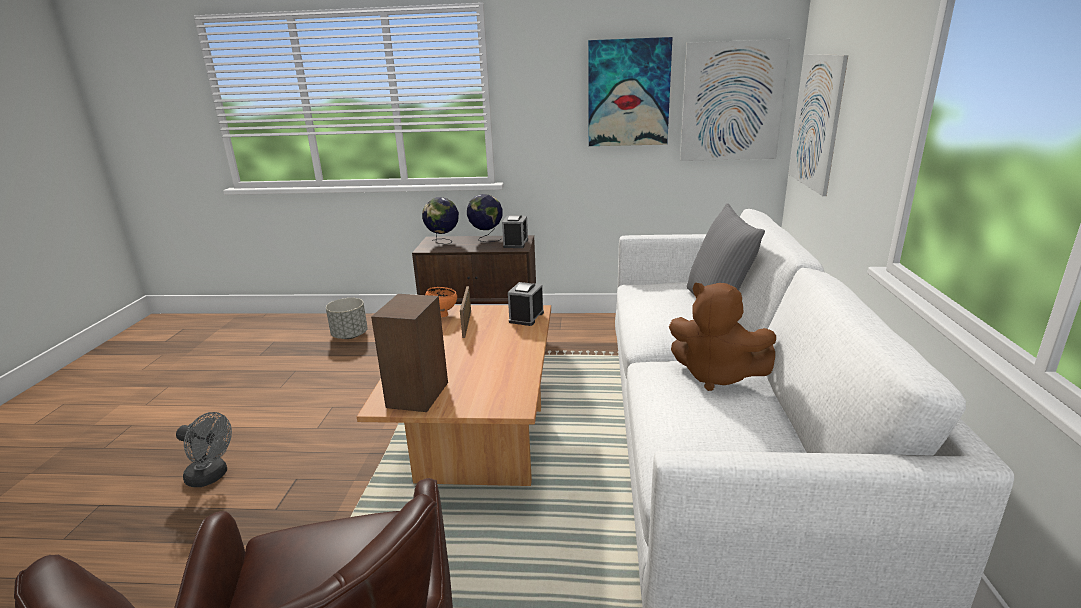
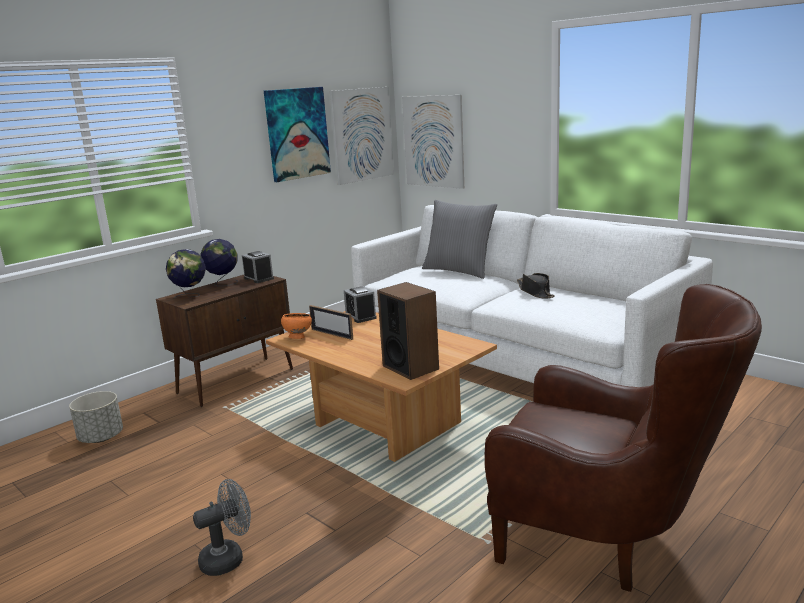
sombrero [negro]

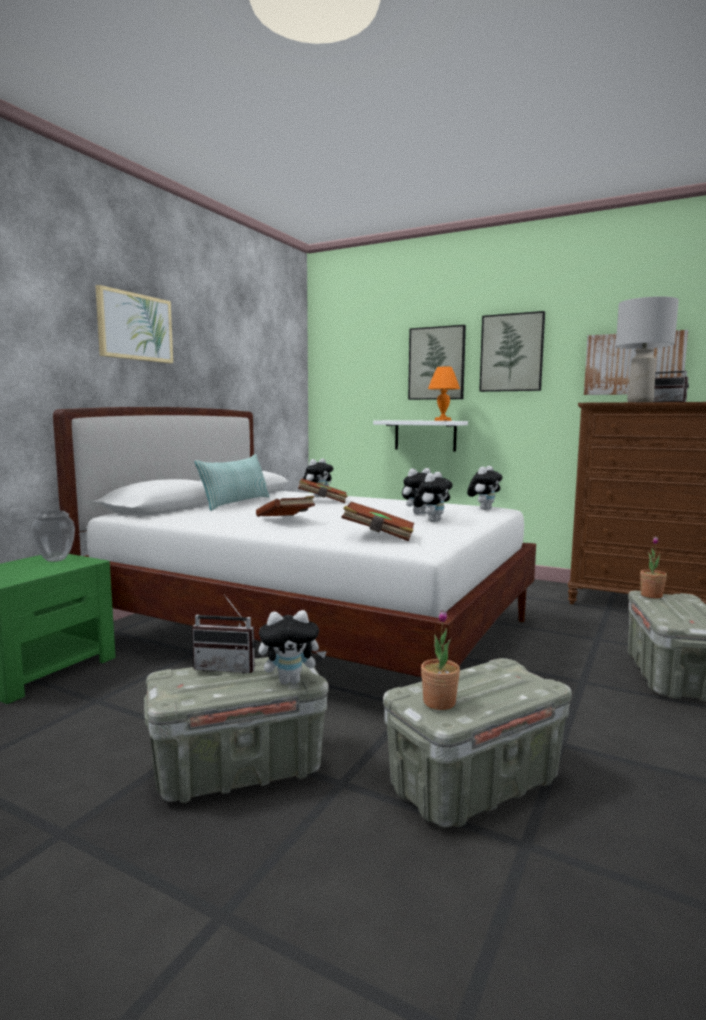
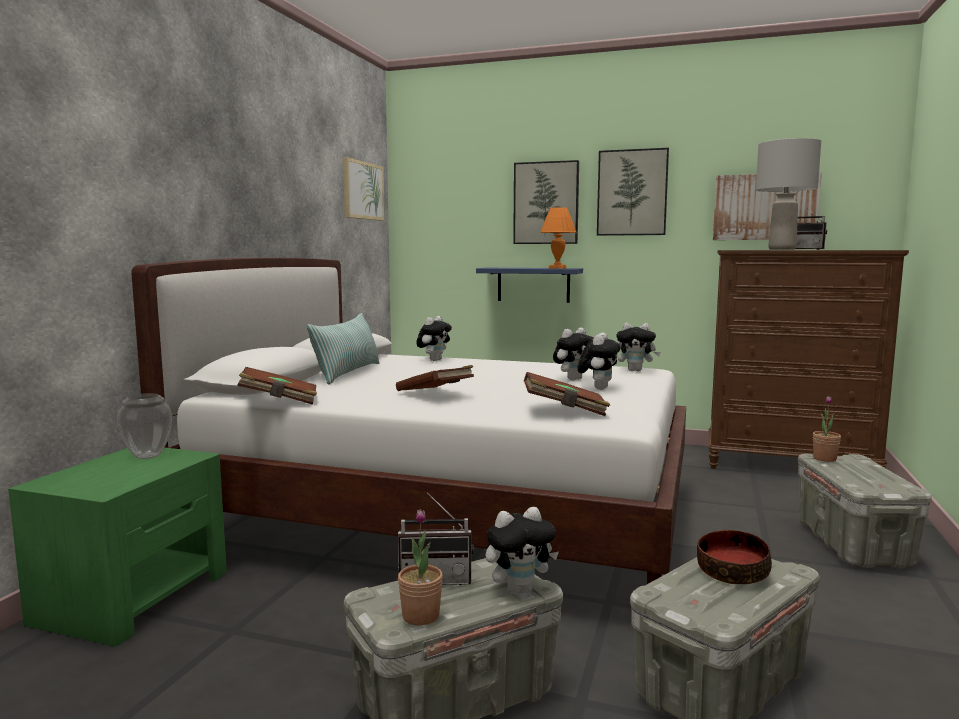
libro [marrón] (no. 1 from left)
cuadro (no. 1 from left)
planta en maceta (no. 1 from left)
estante [azul]
peluche (no. 5 from left)
cuenco

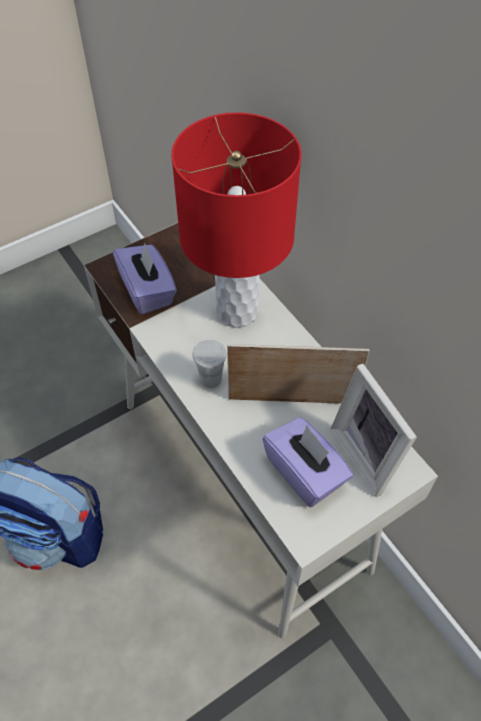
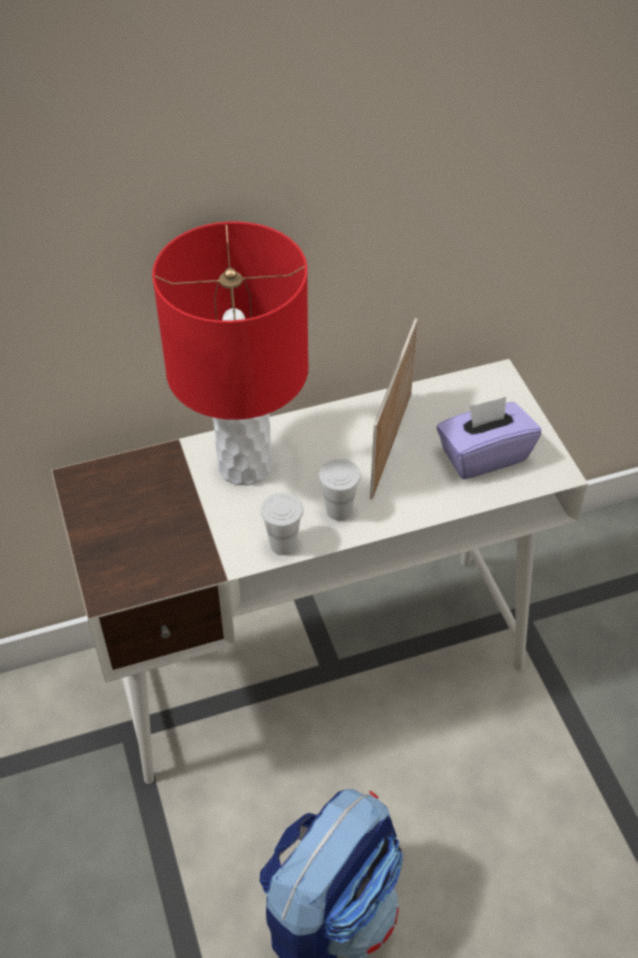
taza [blanco] (no. 1 from left)
caja de pañuelos [morado] (no. 1 from left in the first image)
portarretratos (no. 2 from left in the first image)

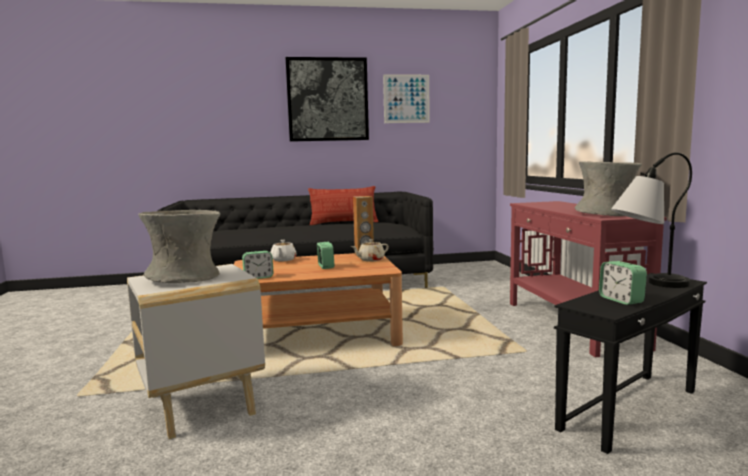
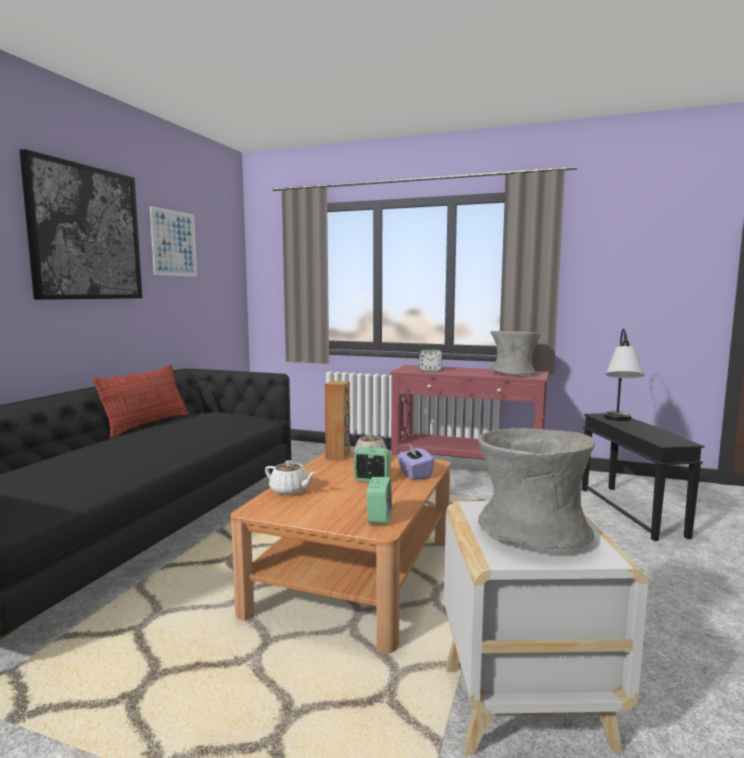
caja de pañuelos [morado]
despertador (no. 3 from left)

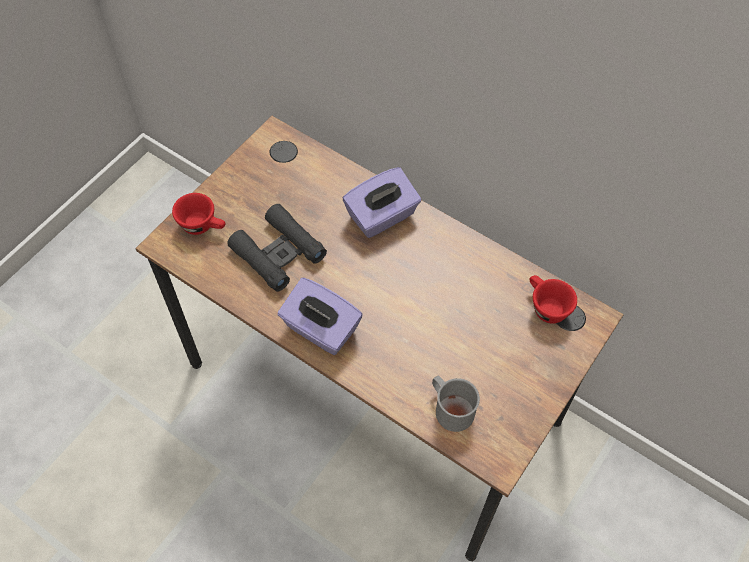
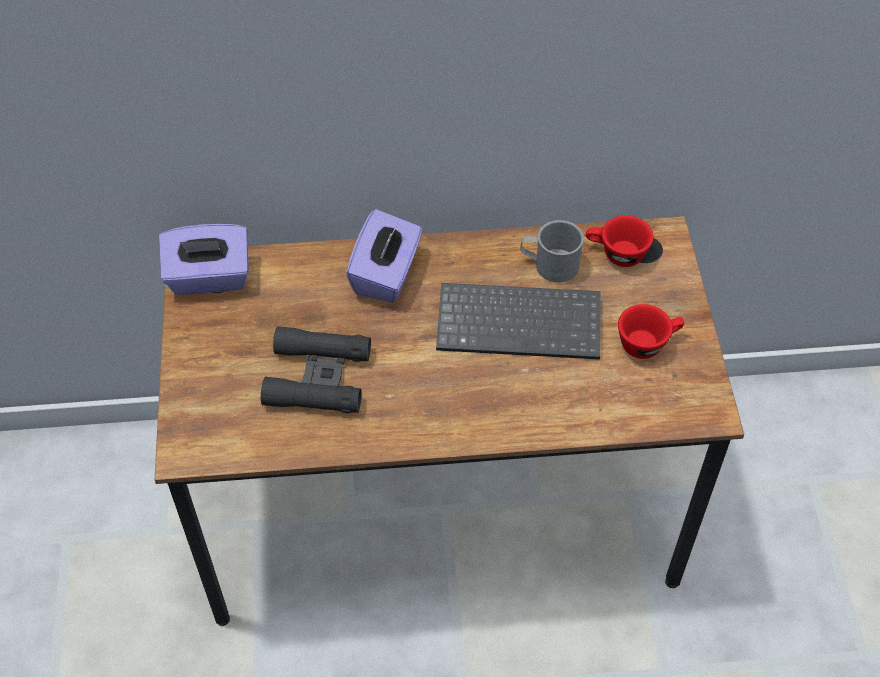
caja de pañuelos [morado] (no. 1 from left)
teclado
taza grande [gris]
taza [rojo] (no. 2 from left)

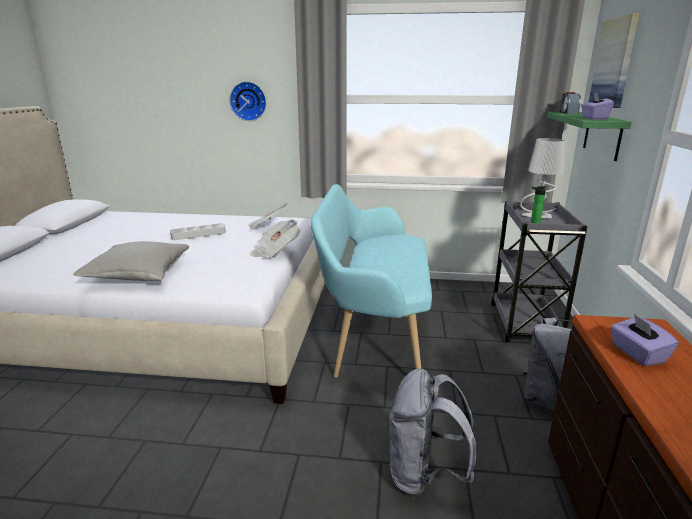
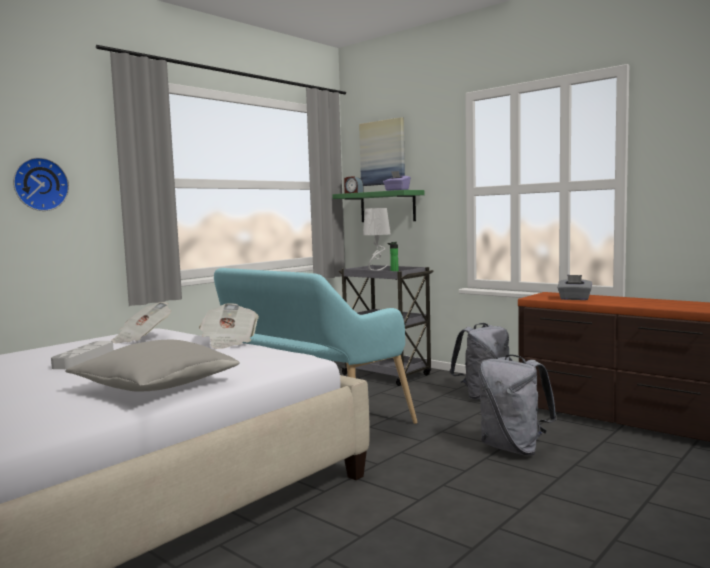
caja de pañuelos [gris]

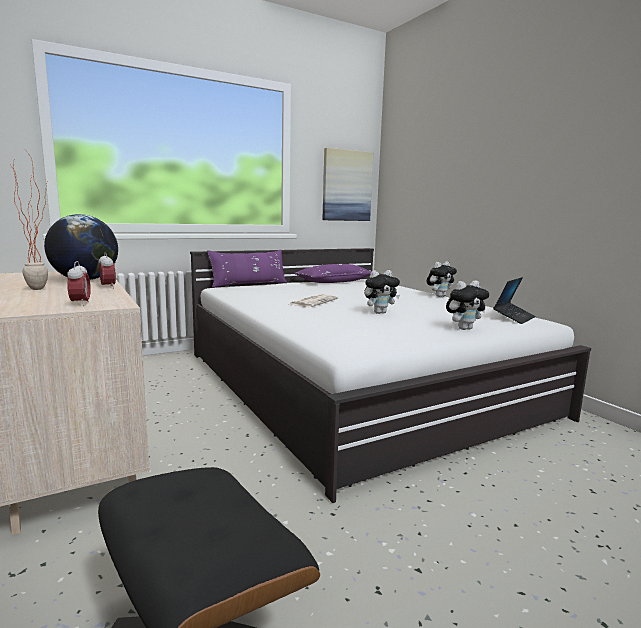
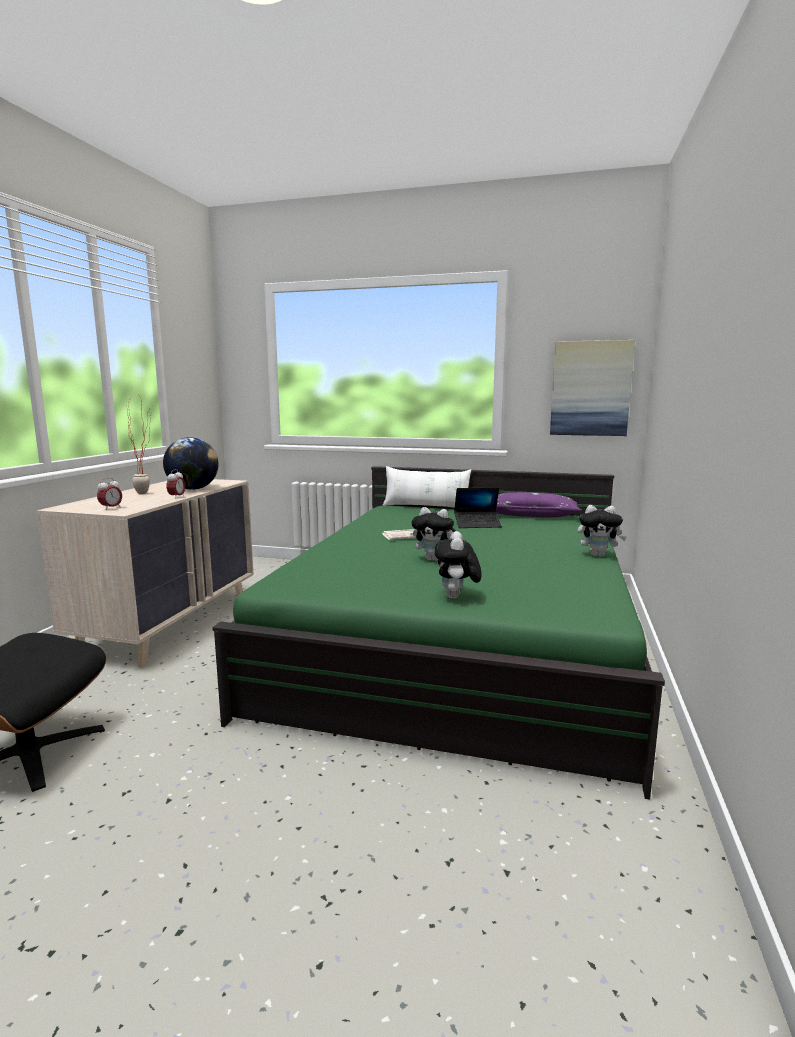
cama [verde]
cojín [blanco]
peluche (no. 2 from left)
portátil

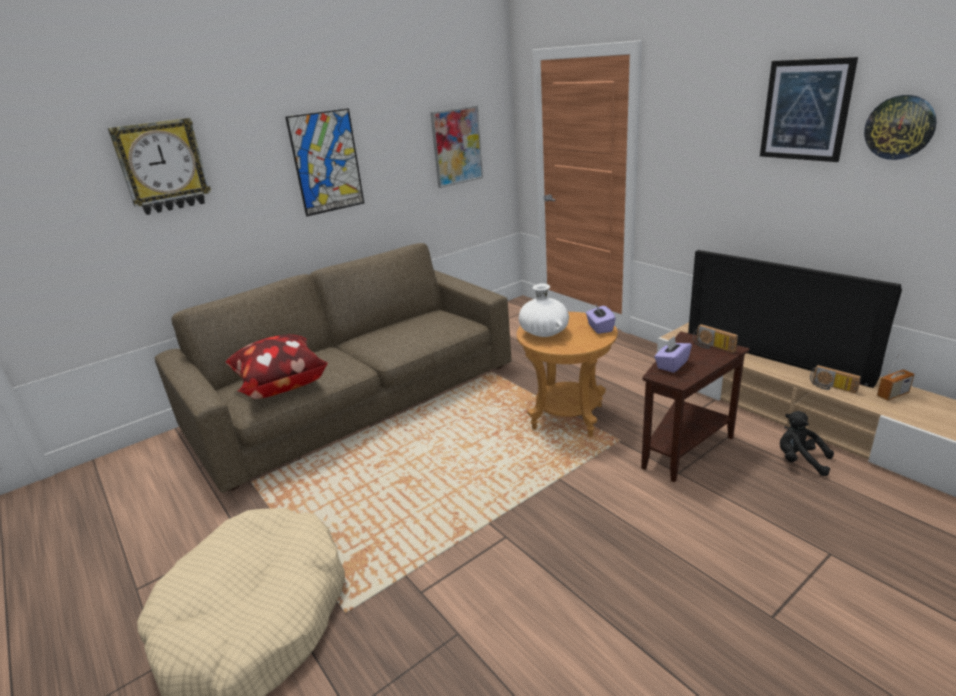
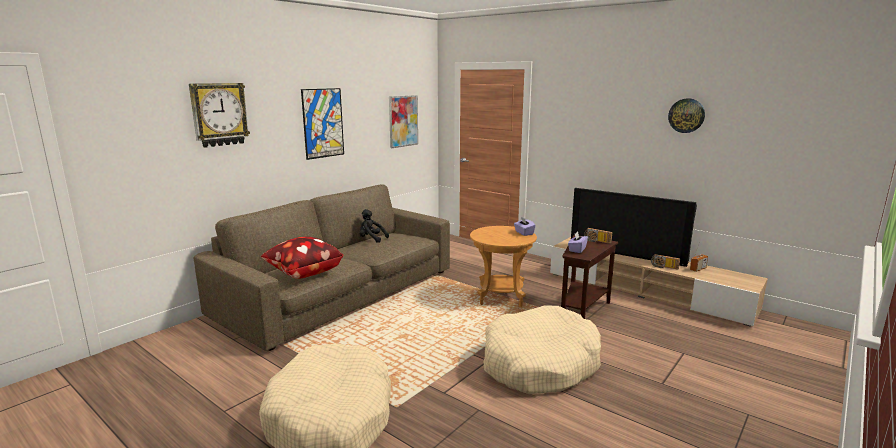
peluche [negro]
cama para perro [beis] (no. 2 from left)
florero [blanco]
cuadro (no. 3 from left in the first image)

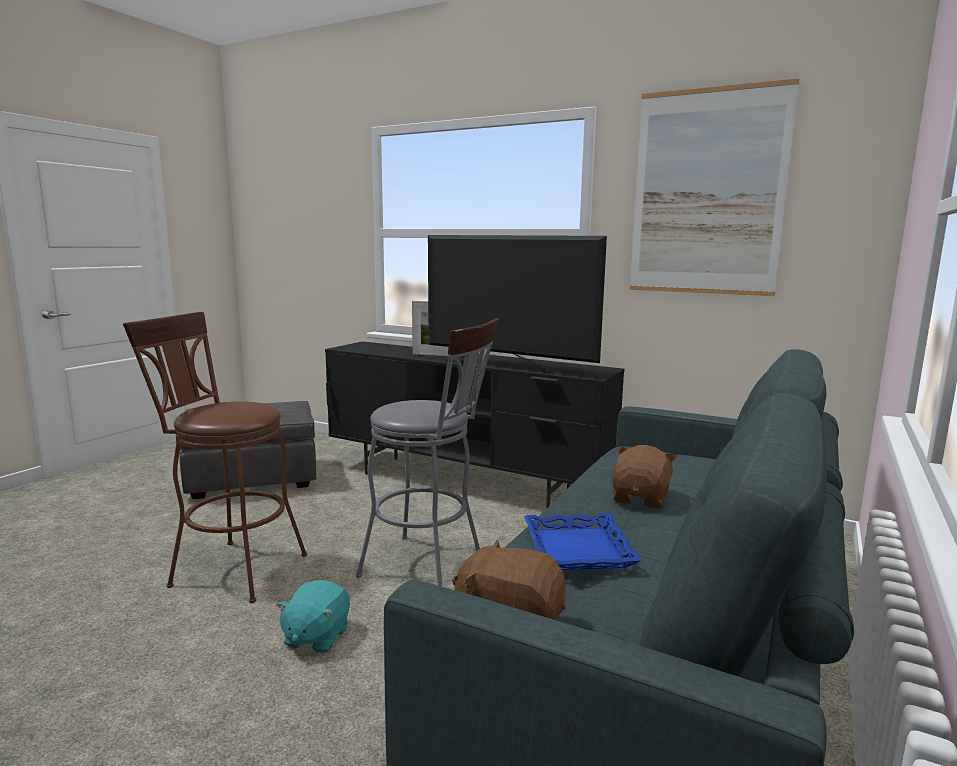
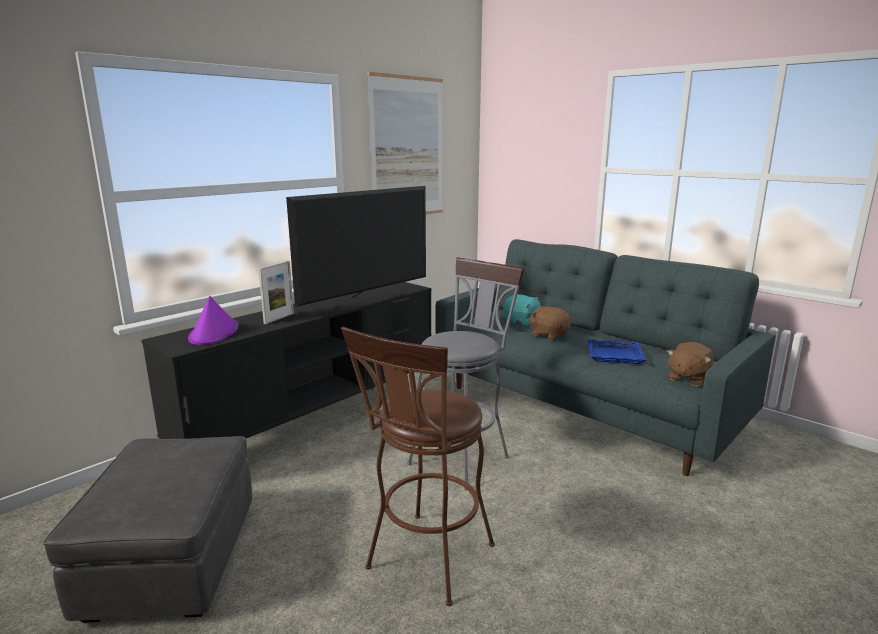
sombrero [morado]
peluche [turquesa]

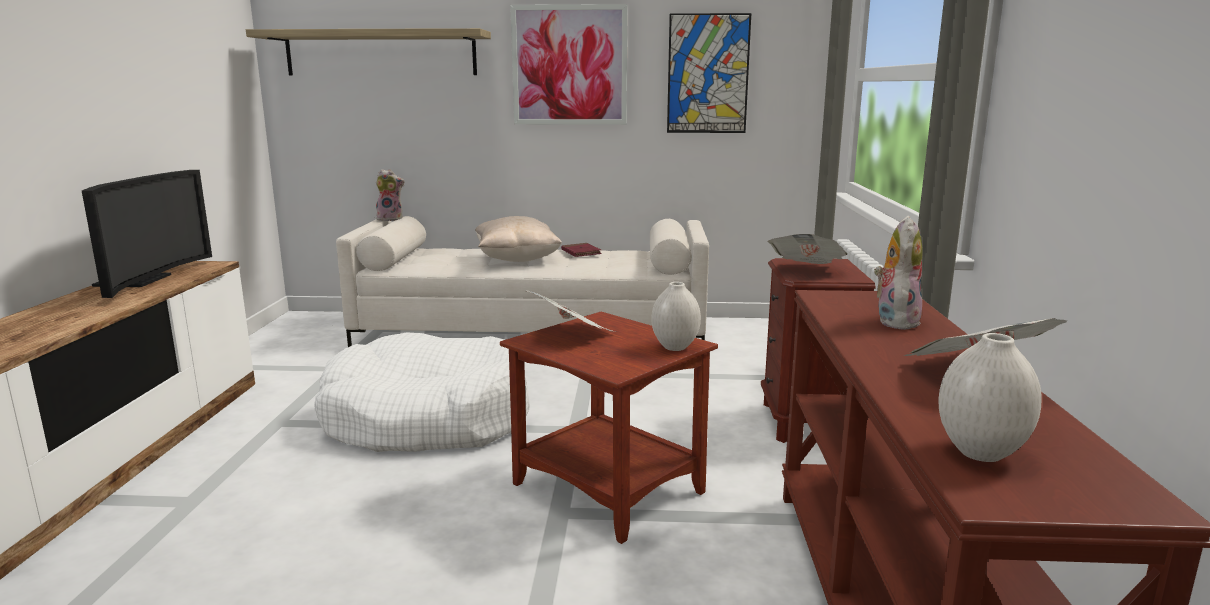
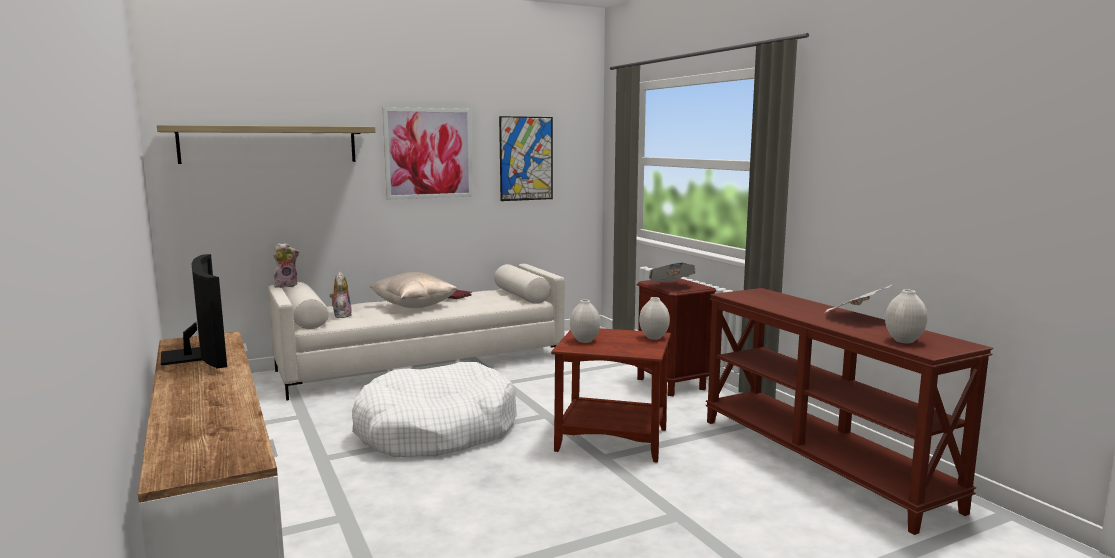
peluche (no. 2 from left)
florero [blanco] (no. 1 from left)

